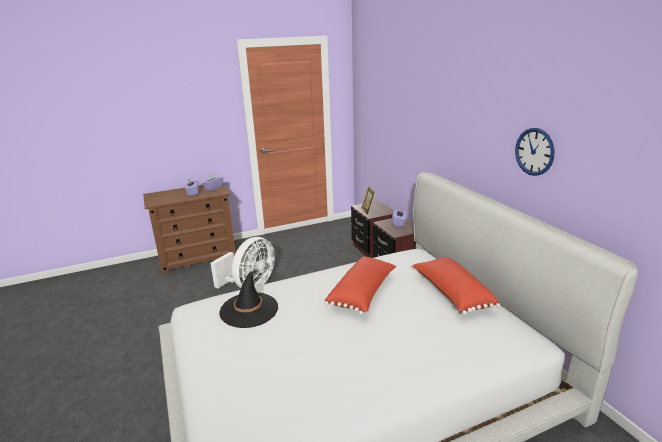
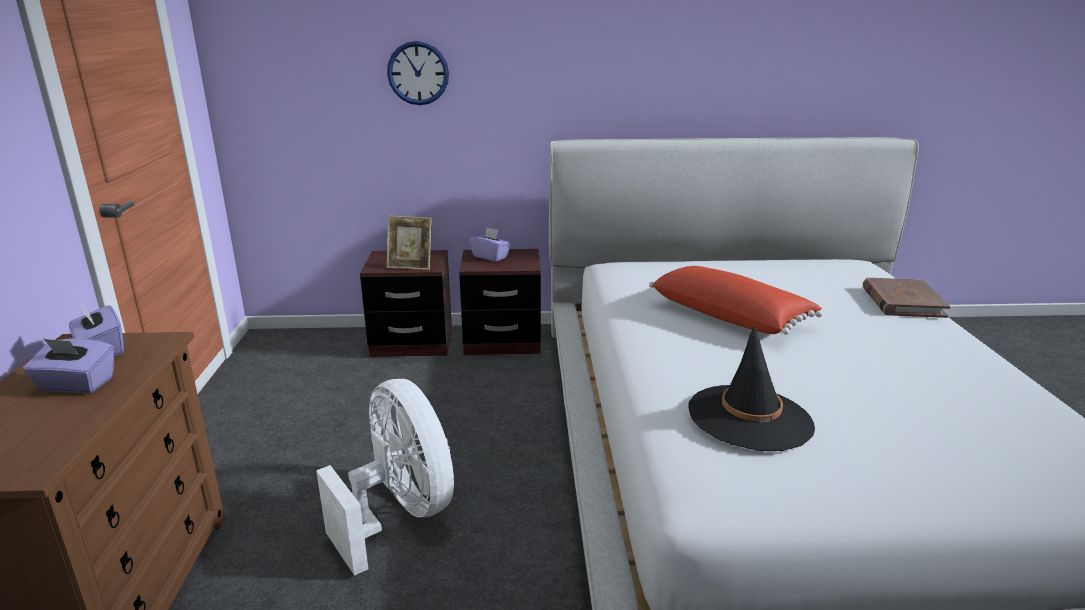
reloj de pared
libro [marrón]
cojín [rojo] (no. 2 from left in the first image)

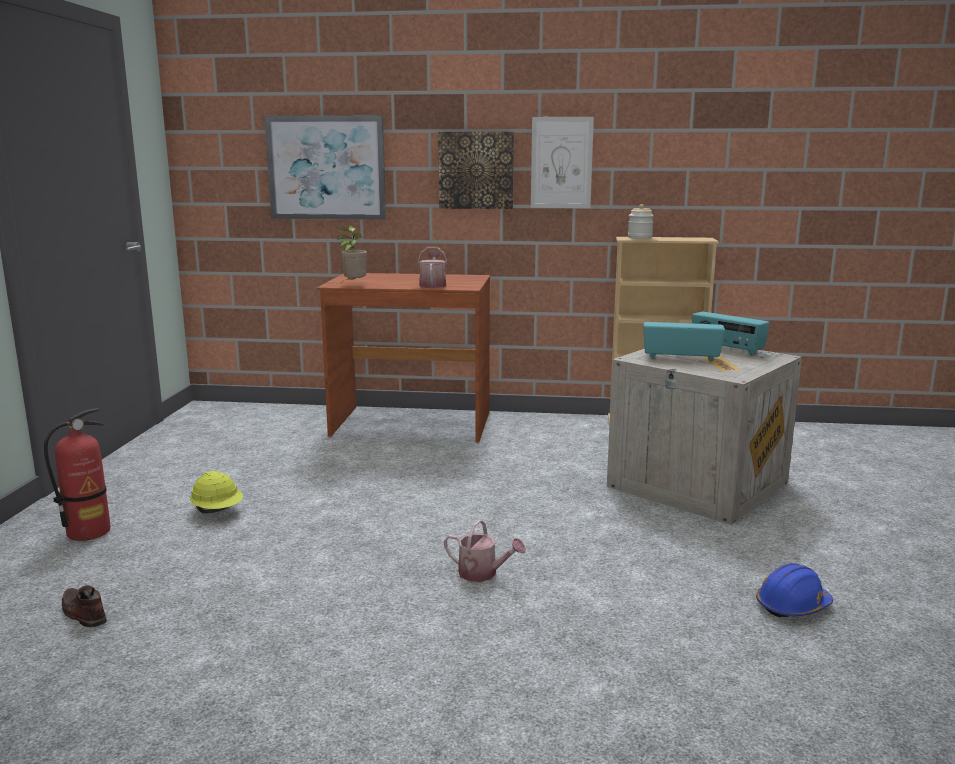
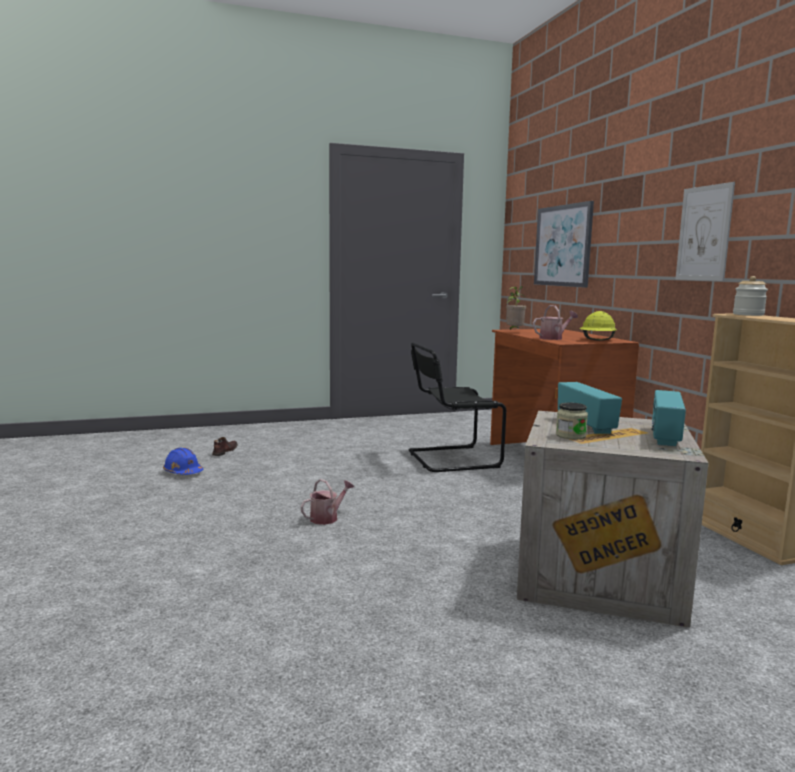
casco [azul]
regadera (no. 1 from left)
silla [negro]
tarro (no. 1 from left)
casco [amarillo]
extintor
cuadro (no. 2 from left in the first image)

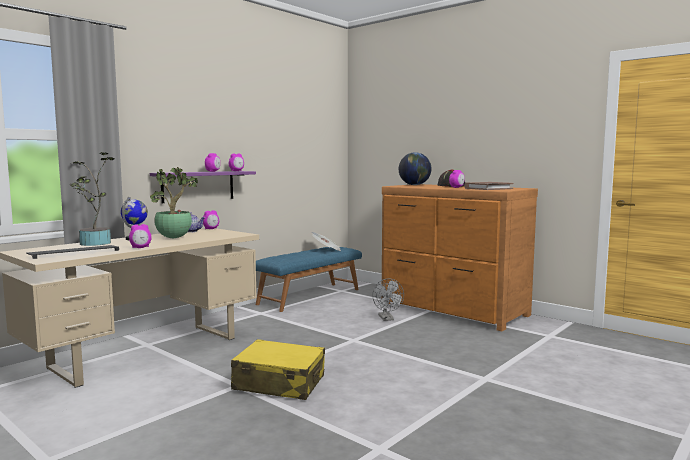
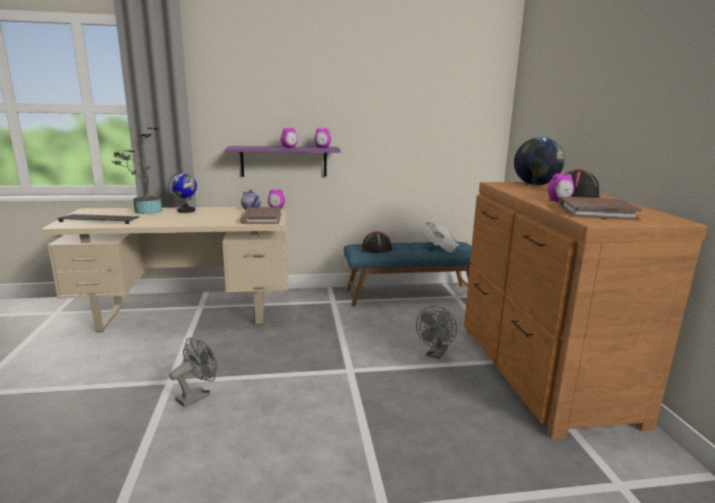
ventilador [gris] (no. 1 from left)
libro [marrón] (no. 1 from left)
sombrero [negro] (no. 1 from left)
despertador (no. 1 from left in the first image)
planta en maceta (no. 2 from left in the first image)

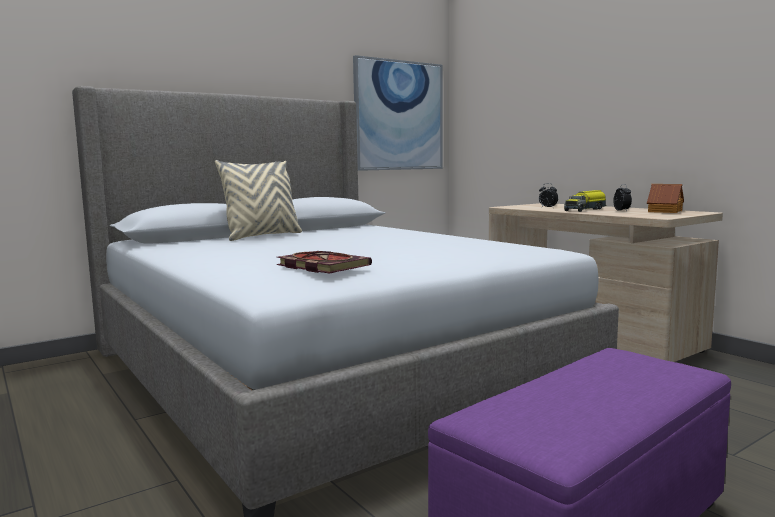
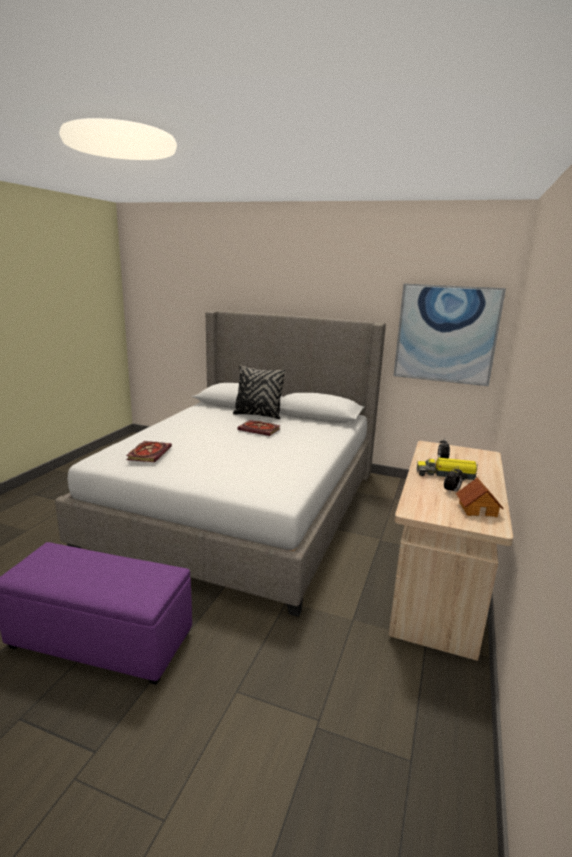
cojín [negro]
libro (no. 2 from left)

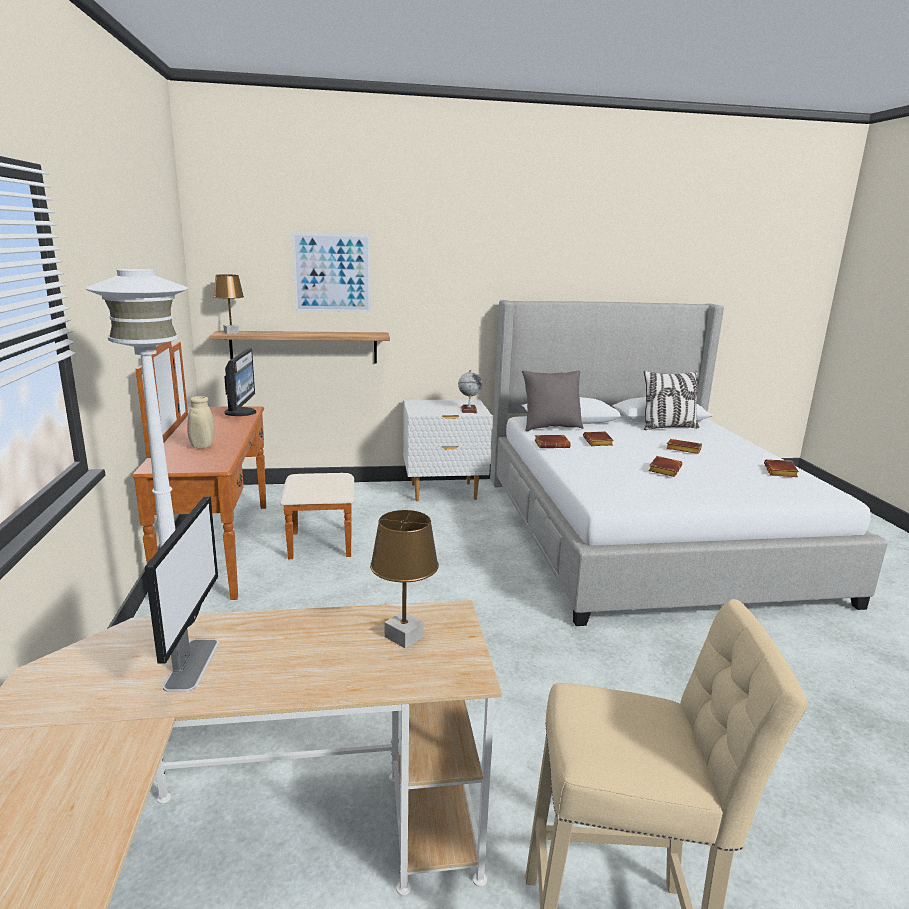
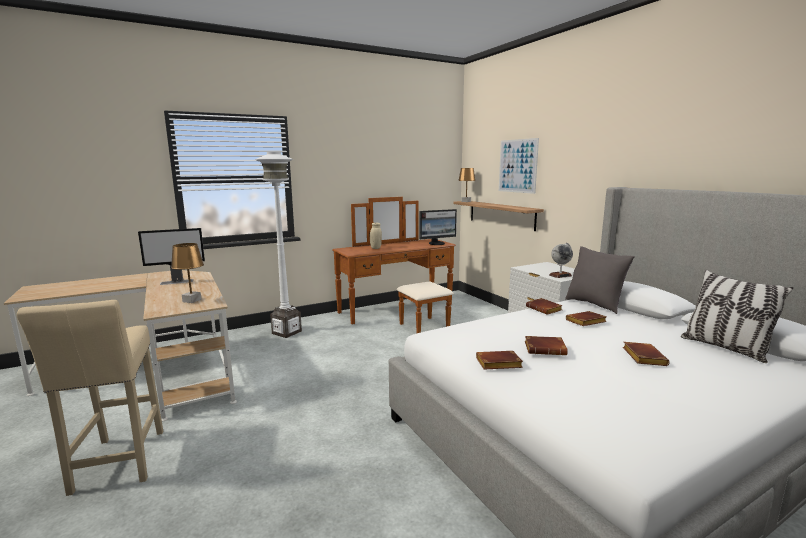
libro [marrón] (no. 1 from left)

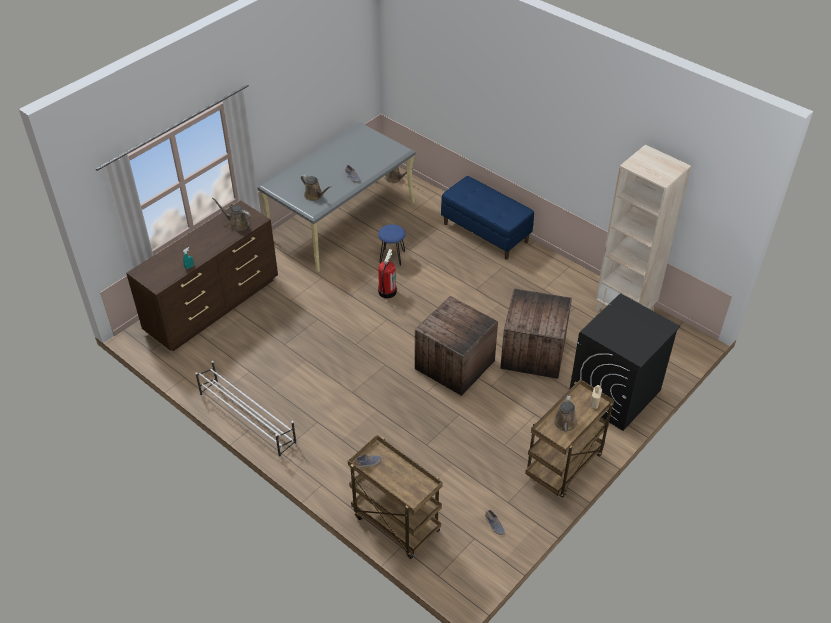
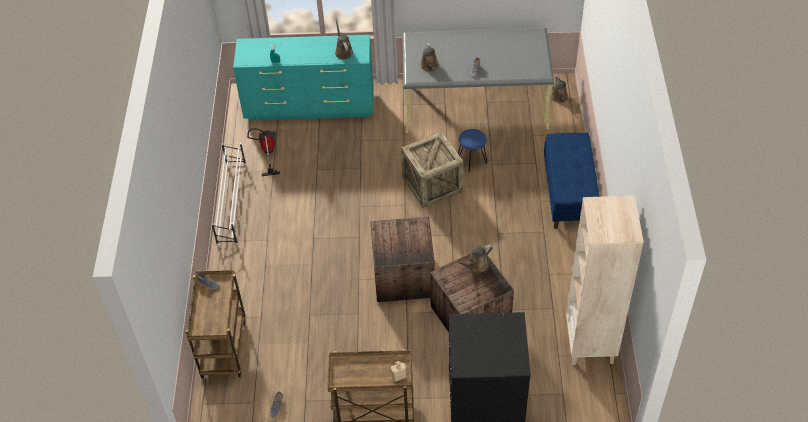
cómoda [turquesa]
aspiradora
caja de embalaje (no. 2 from left)
regadera [marrón] (no. 3 from left)

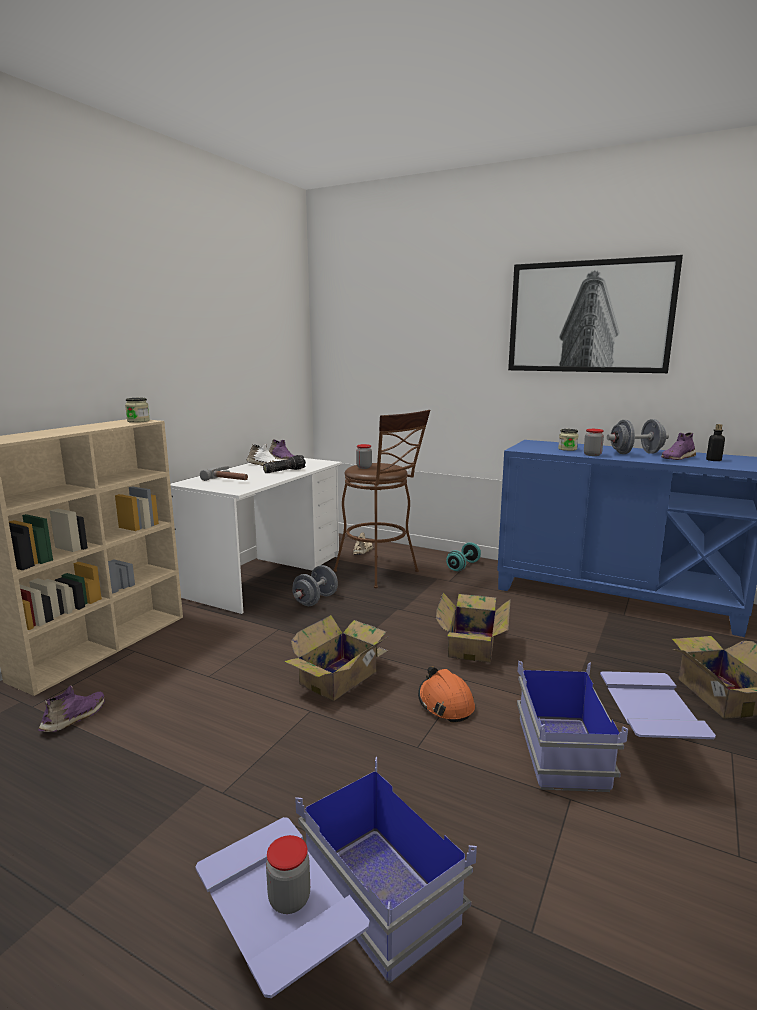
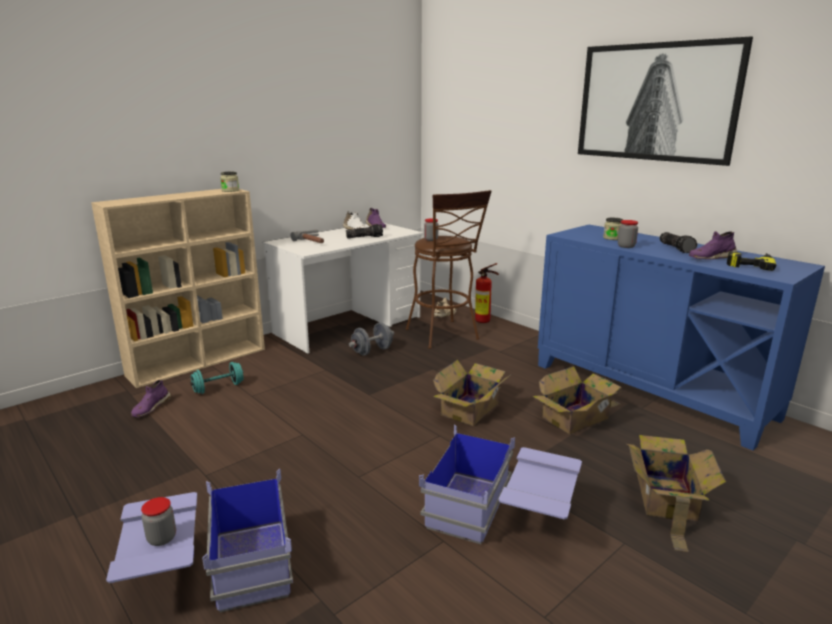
zapato [morado] (no. 1 from left)
mancuerna [turquesa]
extintor
caja de cartón (no. 2 from left)
linterna (no. 2 from left)
taladro
casco [naranja]

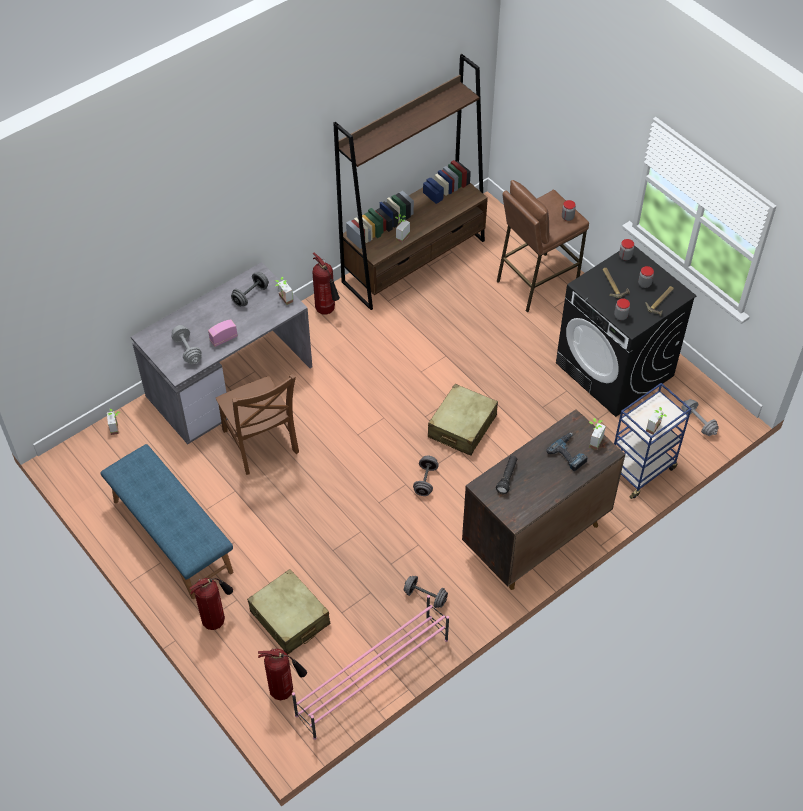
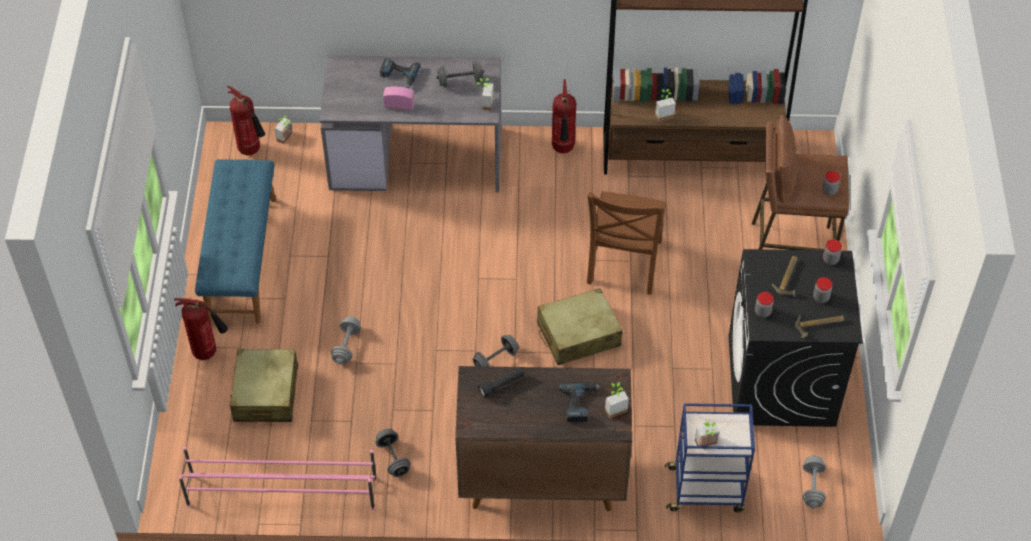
extintor (no. 2 from left)
mancuerna [gris] (no. 1 from left)
taladro (no. 1 from left)
silla [marrón]

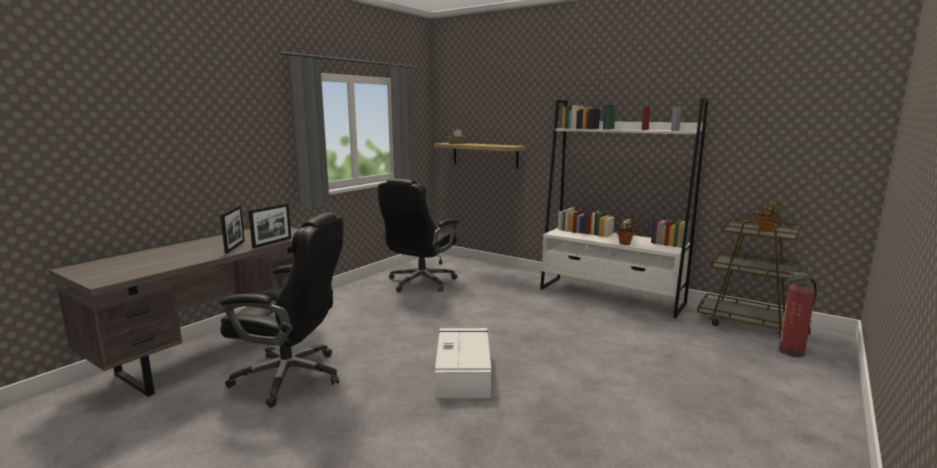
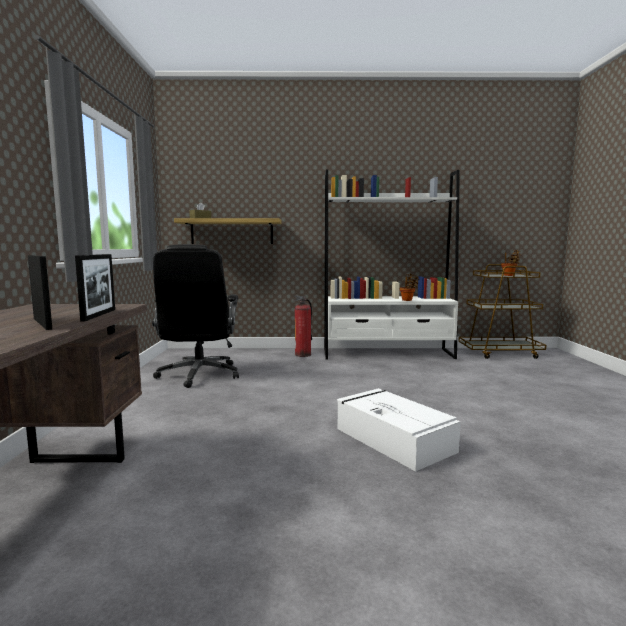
extintor
silla de oficina [negro] (no. 1 from left in the first image)

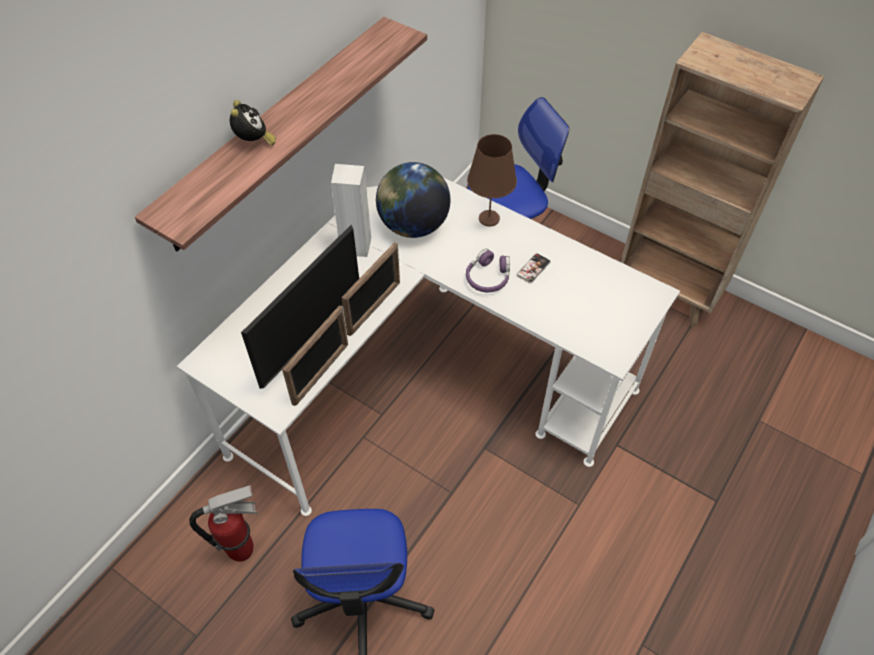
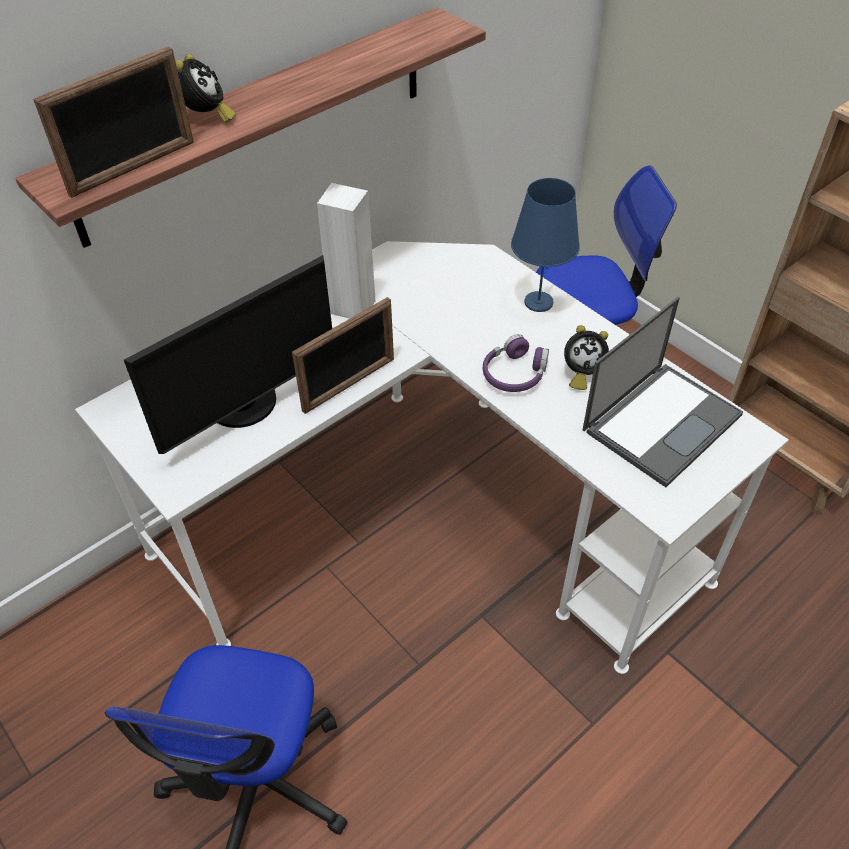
portarretratos (no. 1 from left)
lámpara de mesa [azul]
despertador (no. 2 from left)
portátil
extintor
globo terráqueo

